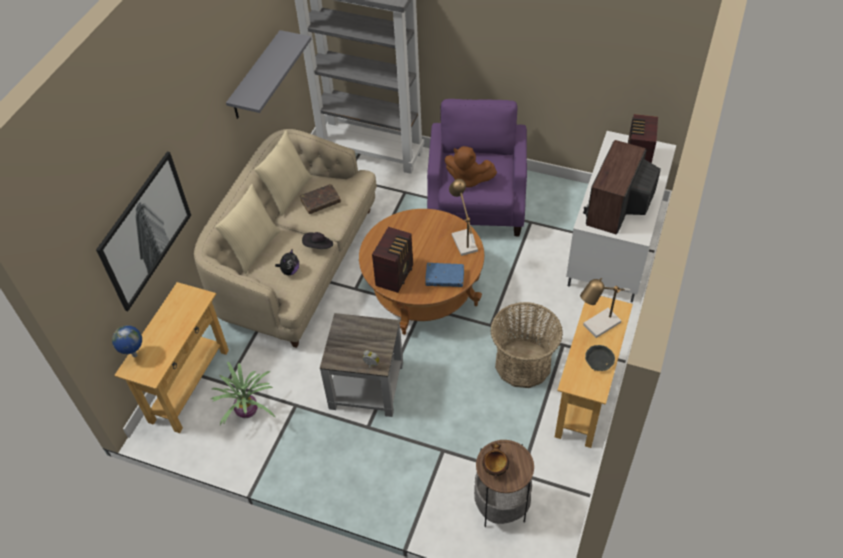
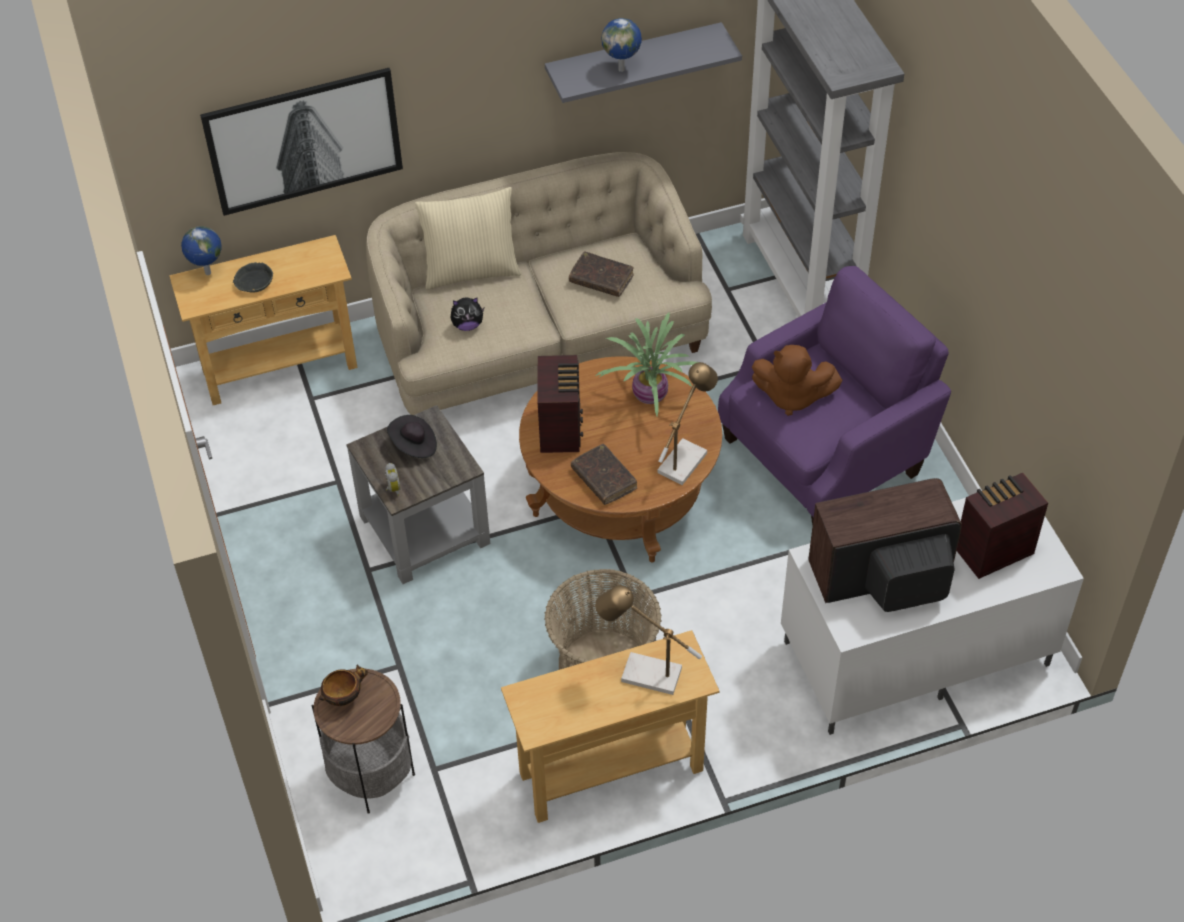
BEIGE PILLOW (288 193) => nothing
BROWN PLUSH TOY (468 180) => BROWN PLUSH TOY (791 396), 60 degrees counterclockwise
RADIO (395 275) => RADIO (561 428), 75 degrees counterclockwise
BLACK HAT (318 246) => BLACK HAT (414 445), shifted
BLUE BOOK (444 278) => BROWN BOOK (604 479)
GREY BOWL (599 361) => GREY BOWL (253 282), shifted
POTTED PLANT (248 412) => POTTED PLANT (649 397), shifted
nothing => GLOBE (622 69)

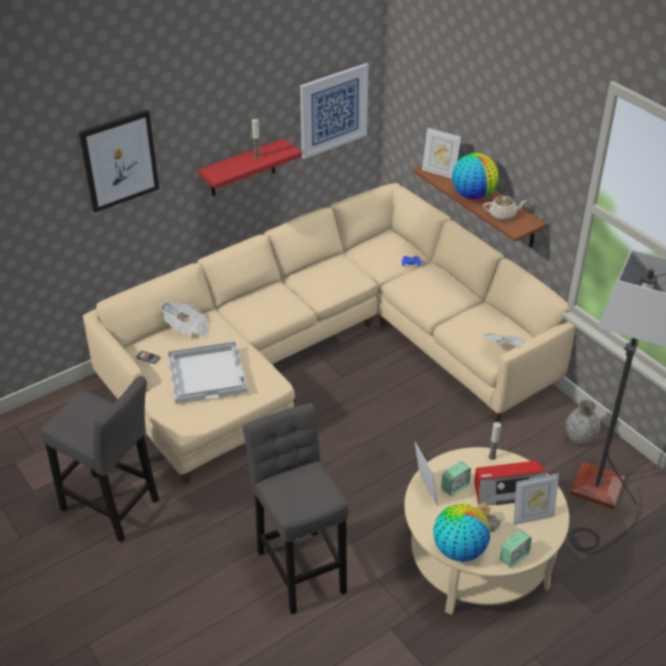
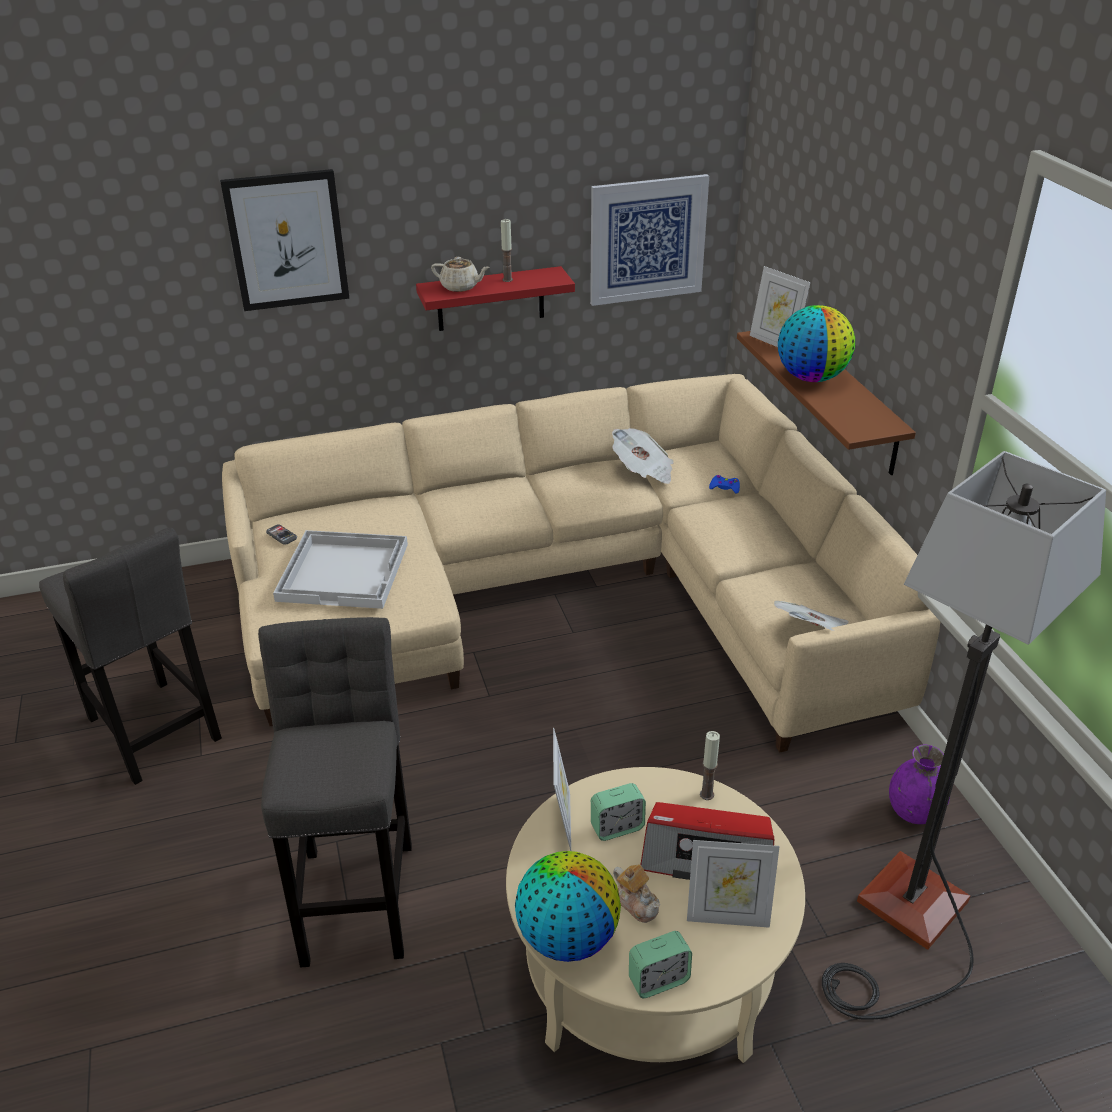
BEIGE TEAPOT (503 215) => BEIGE TEAPOT (460 287), shifted
NEWSPAPER (187 328) => NEWSPAPER (643 471), shifted
GREY VASE (580 438) => PURPLE VASE (914 812)

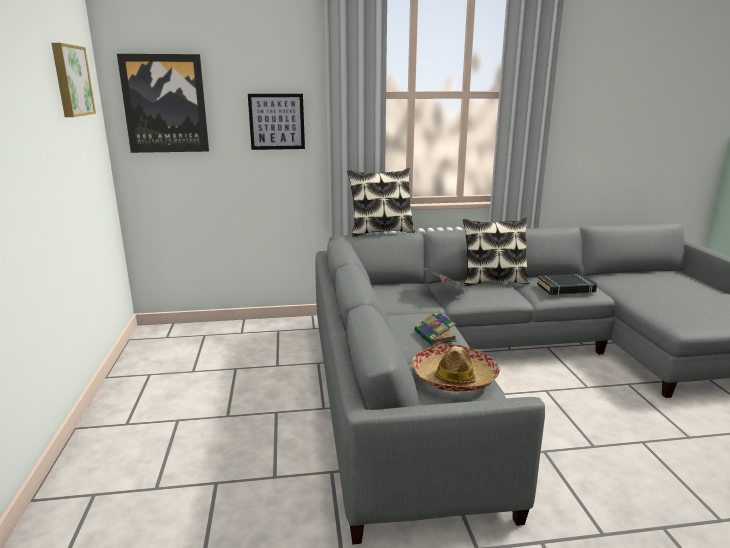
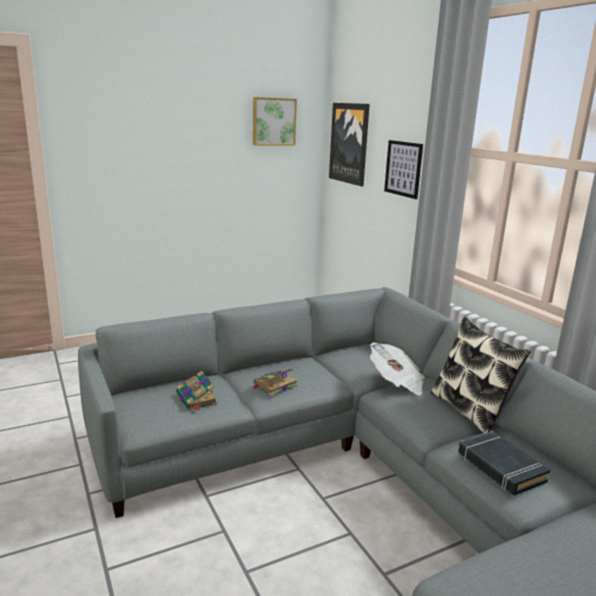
PILLOW (381 231) => nothing
HAT (454 377) => BOOK (197 399)

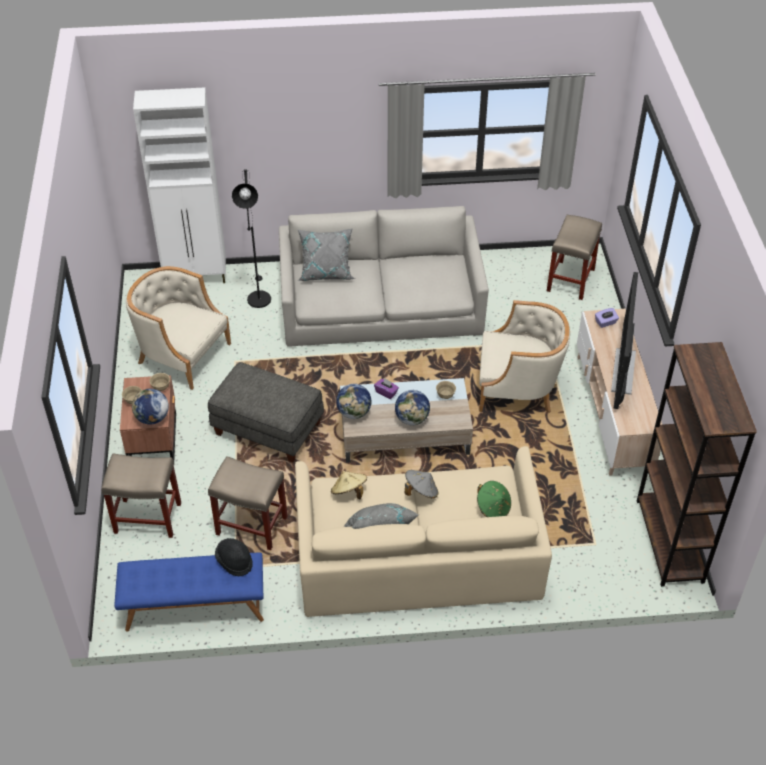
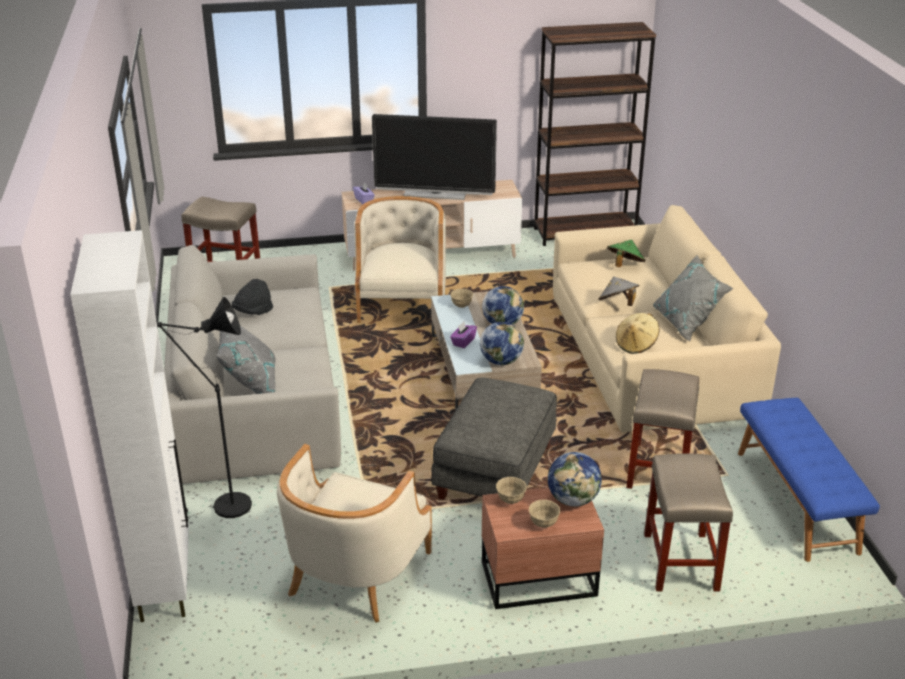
BLACK HAT (235 561) => BLACK HAT (253 312), shifted

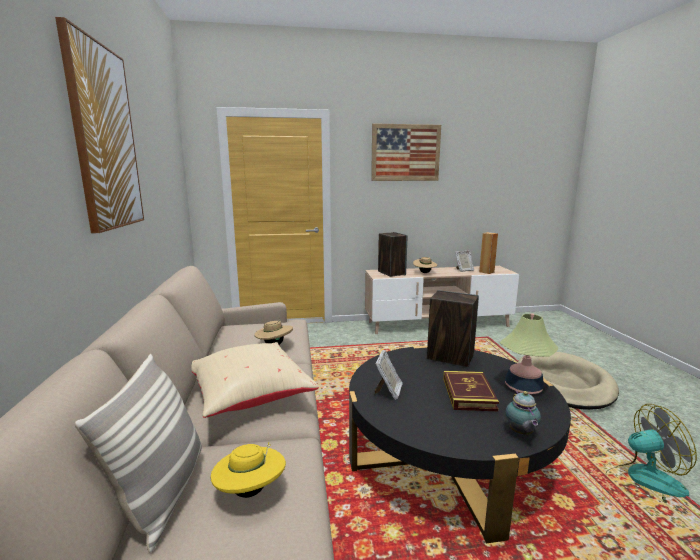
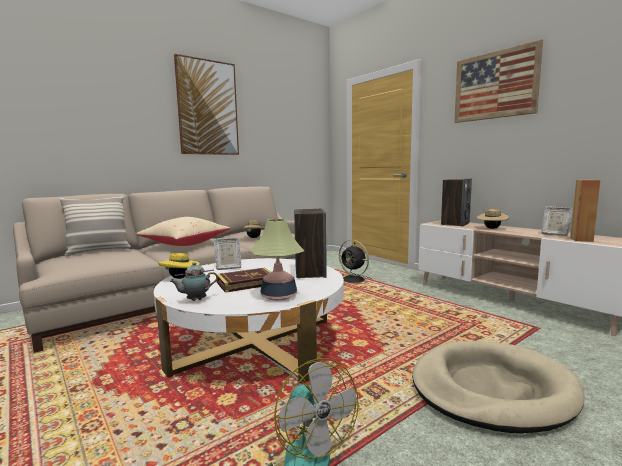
BLACK COFFEE TABLE (448 456) => WHITE COFFEE TABLE (255 344)
YELLOW HAT (250 491) => YELLOW HAT (180 278), shifted
nothing => BLACK FAN (354 280)

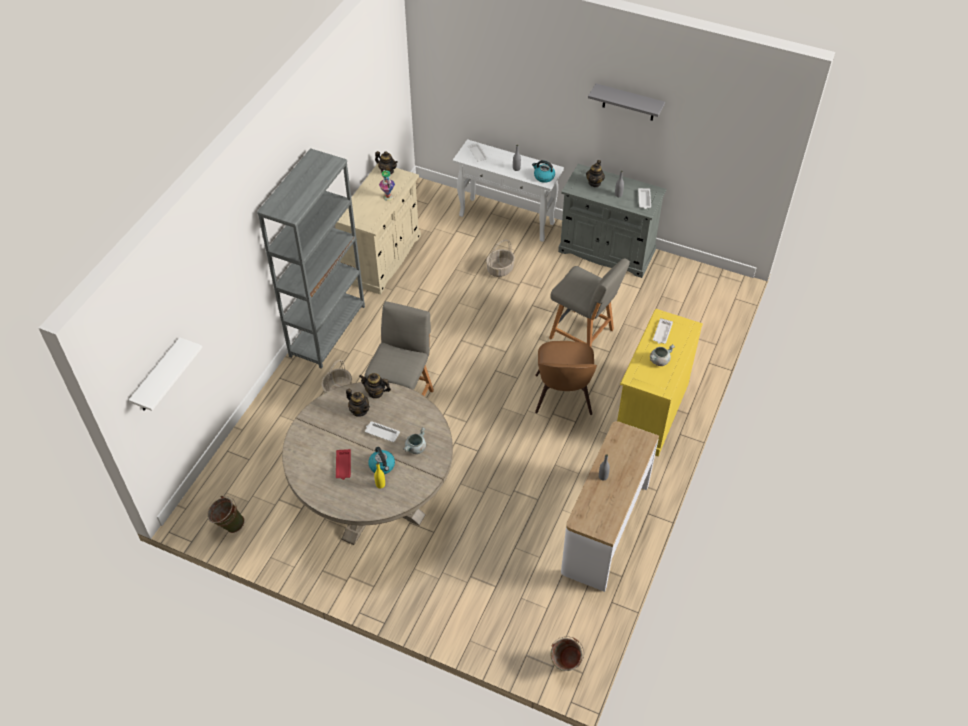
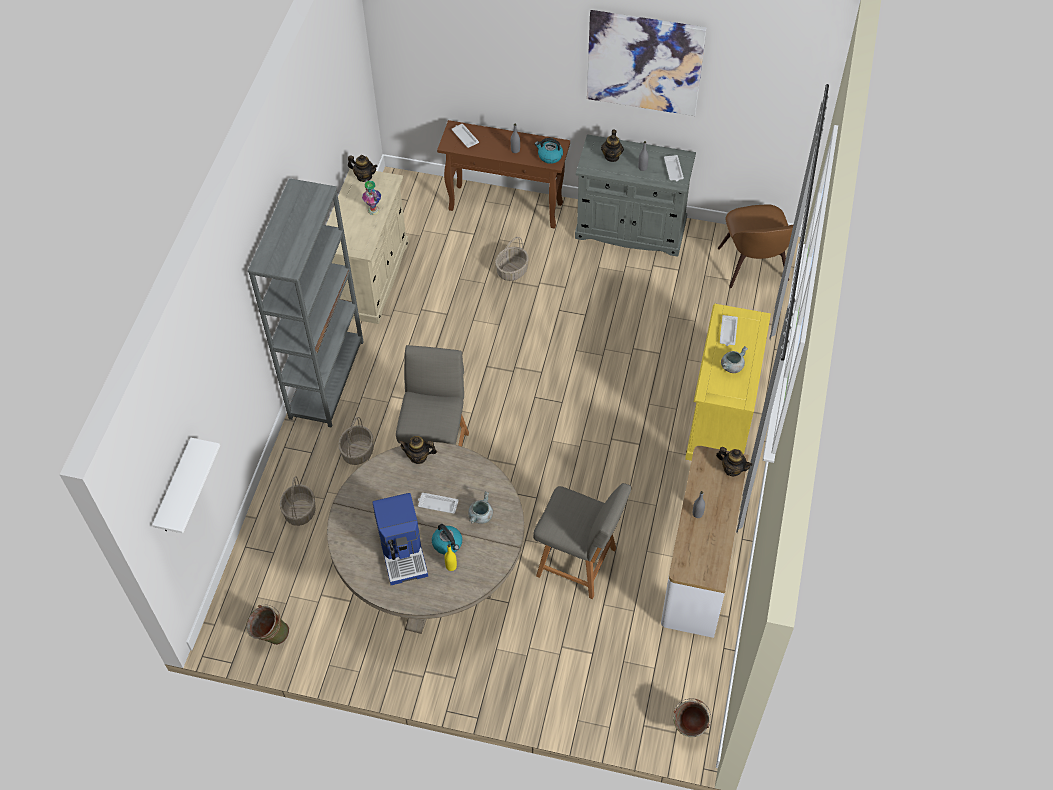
GREY SHELF (628 103) => PICTURE (644 62)
WHITE CONSOLE TABLE (507 220) => BROWN CONSOLE TABLE (506 206)
GREY CHAIR (583 335) => GREY CHAIR (579 563), shifted
BROWN CHAIR (563 397) => BROWN CHAIR (753 266), shifted
TEAPOT (359 410) => TEAPOT (732 469), shifted
RED TRAY (343 466) => COFFEE MACHINE (403 551)
nothing => BASKET (299 511)

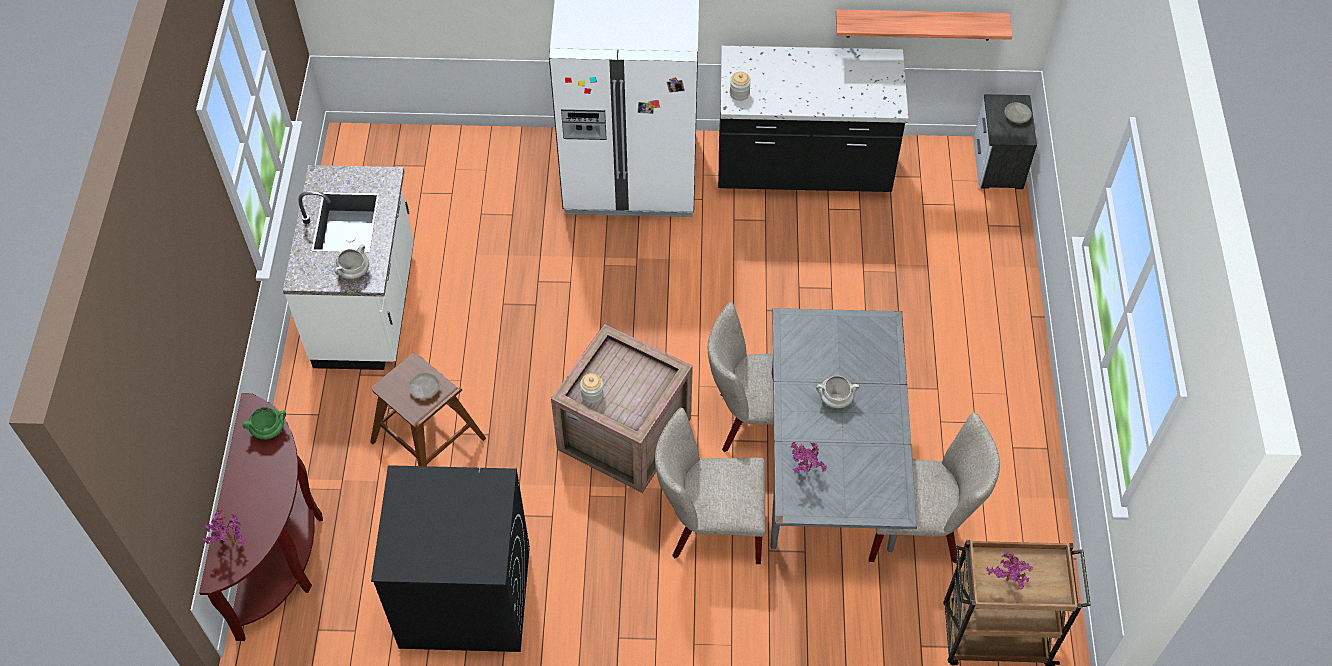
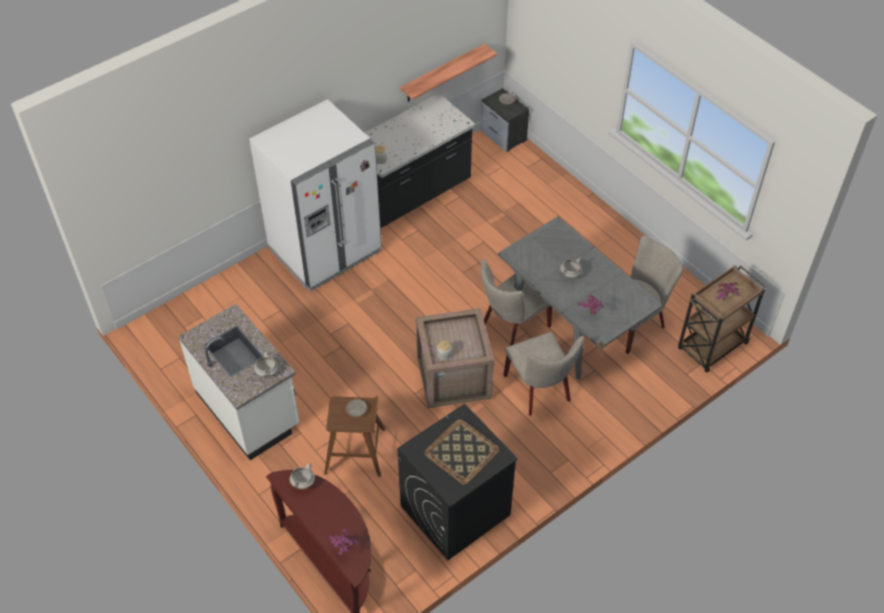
GREEN COOKING POT (269 429) => WHITE COOKING POT (303 482)
BEIGE CHAIR (709 526) => BEIGE CHAIR (540 390), 75 degrees counterclockwise
nothing => TRAY (462 452)

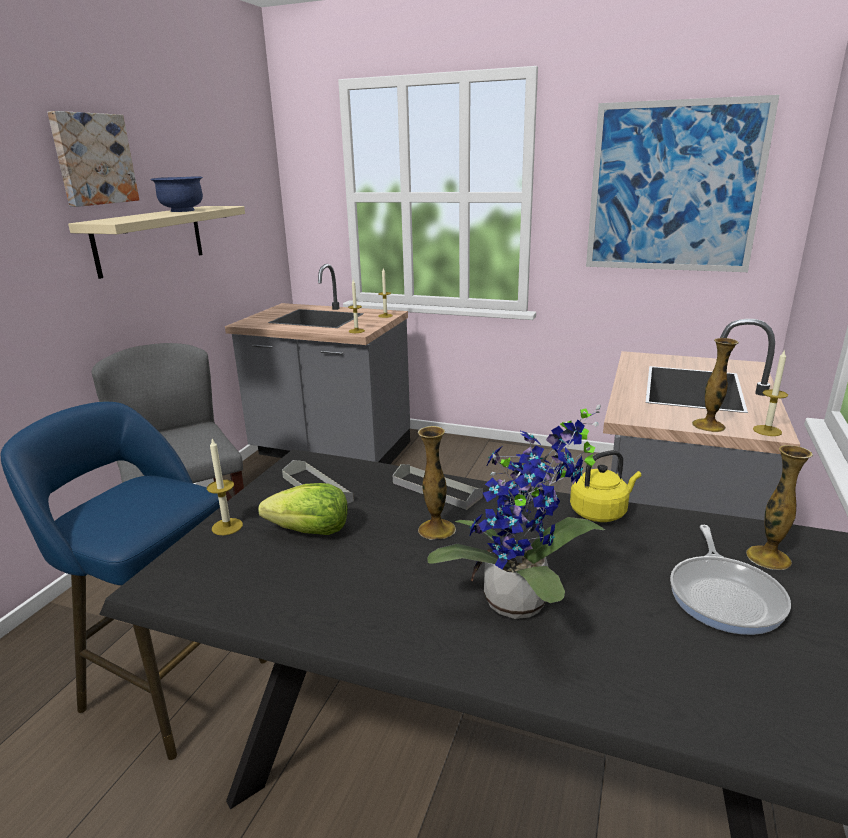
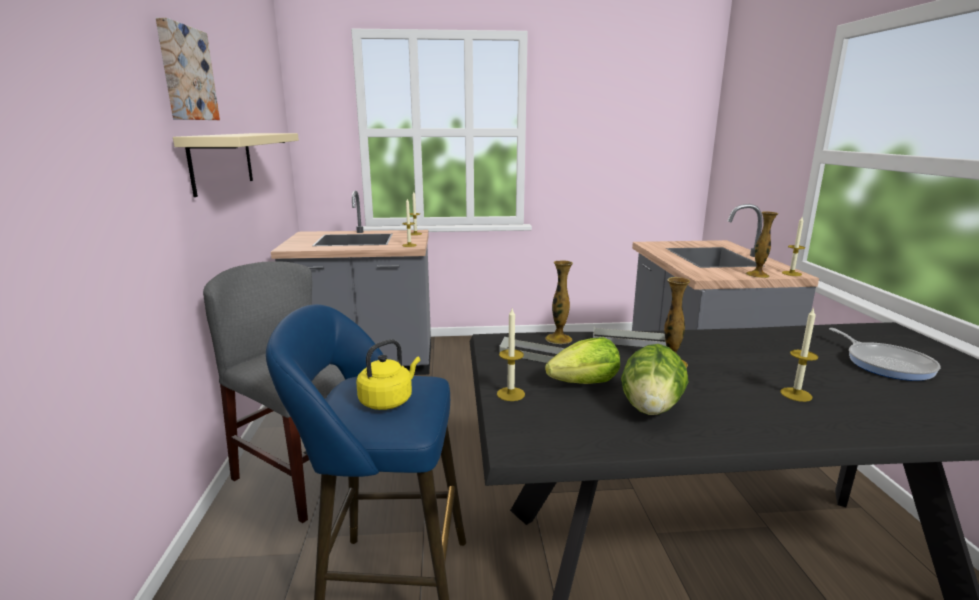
PICTURE (673 188) => nothing
BLUE BOWL (182 211) => nothing
POTTED PLANT (521 606) => CANDLE (796 394)
VASE (768 558) => VASE (558 339), shifted
YELLOW KETTLE (601 512) => YELLOW KETTLE (388 400), shifted
nothing => LETTUCE (651 408)

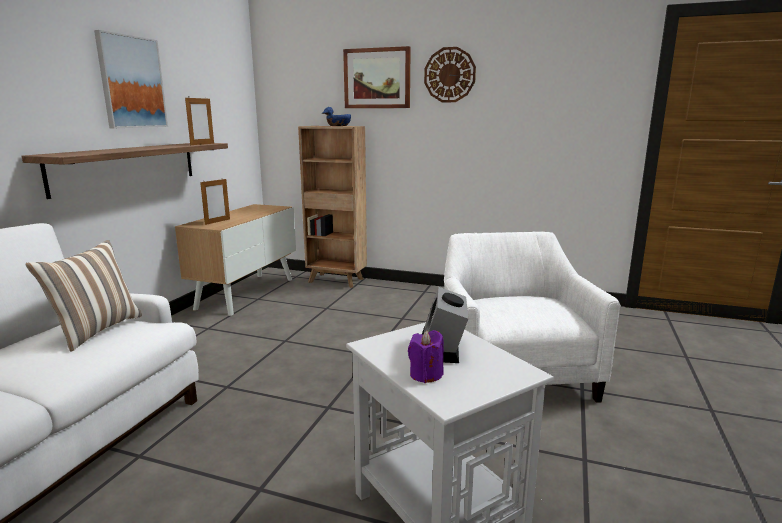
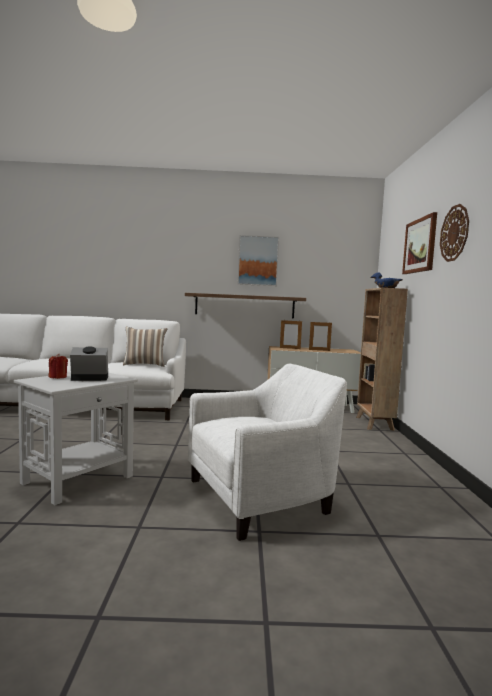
PICTURE FRAME (202 144) => PICTURE FRAME (319 350), shifted
PURPLE CANDLE (426 375) => RED CANDLE (58 377)

